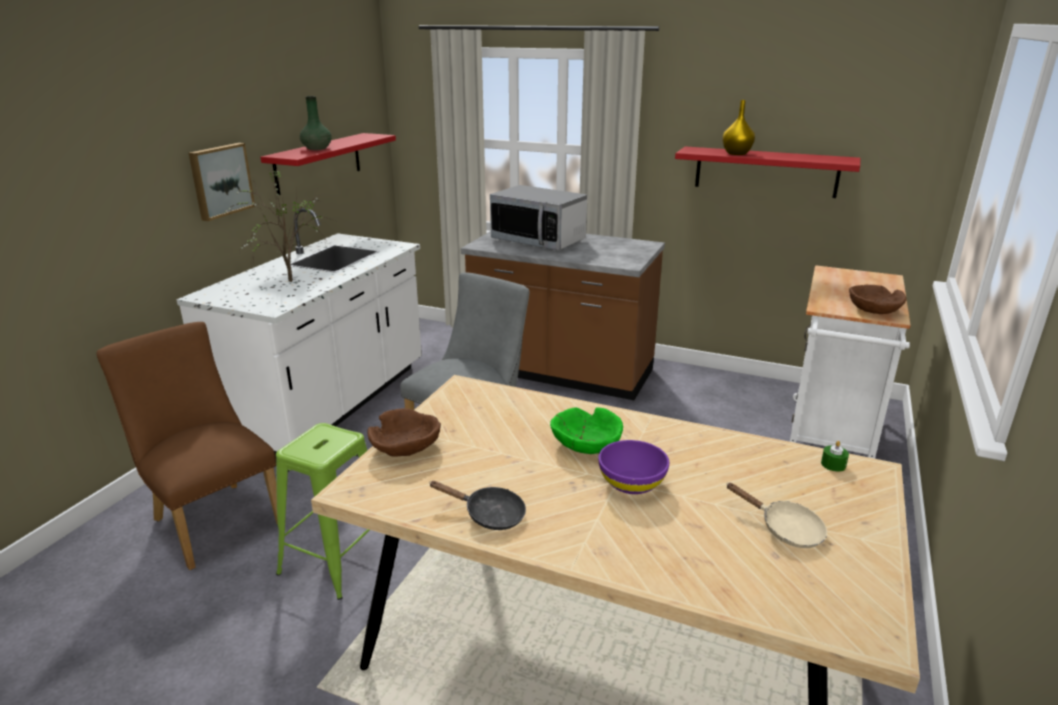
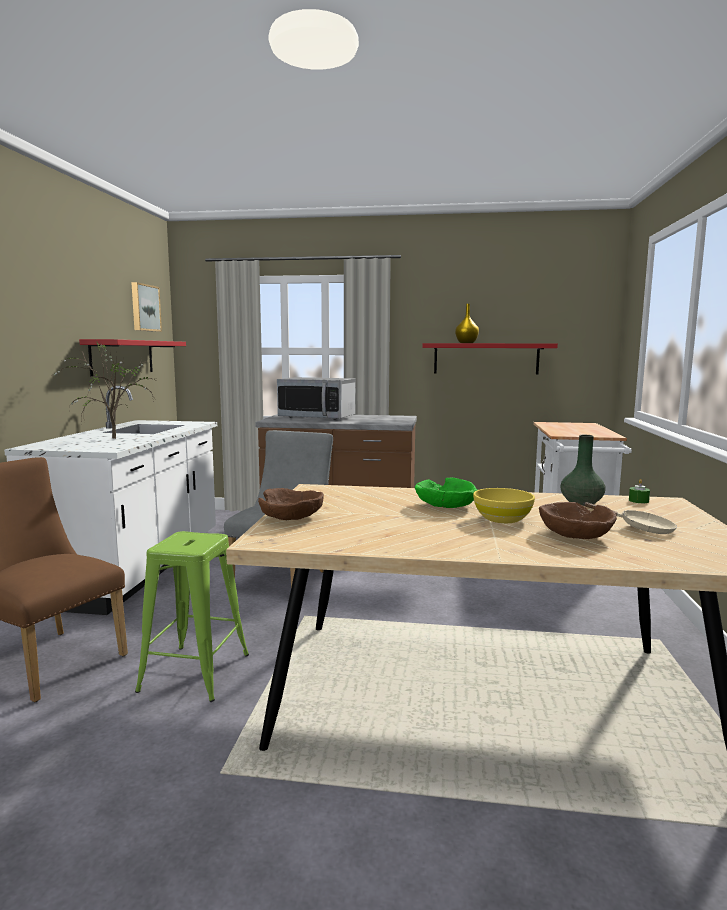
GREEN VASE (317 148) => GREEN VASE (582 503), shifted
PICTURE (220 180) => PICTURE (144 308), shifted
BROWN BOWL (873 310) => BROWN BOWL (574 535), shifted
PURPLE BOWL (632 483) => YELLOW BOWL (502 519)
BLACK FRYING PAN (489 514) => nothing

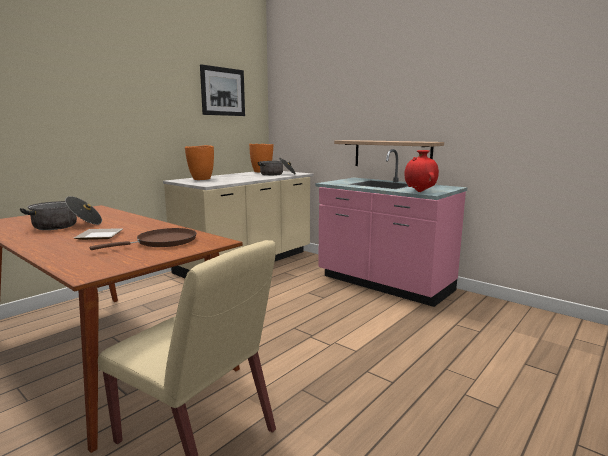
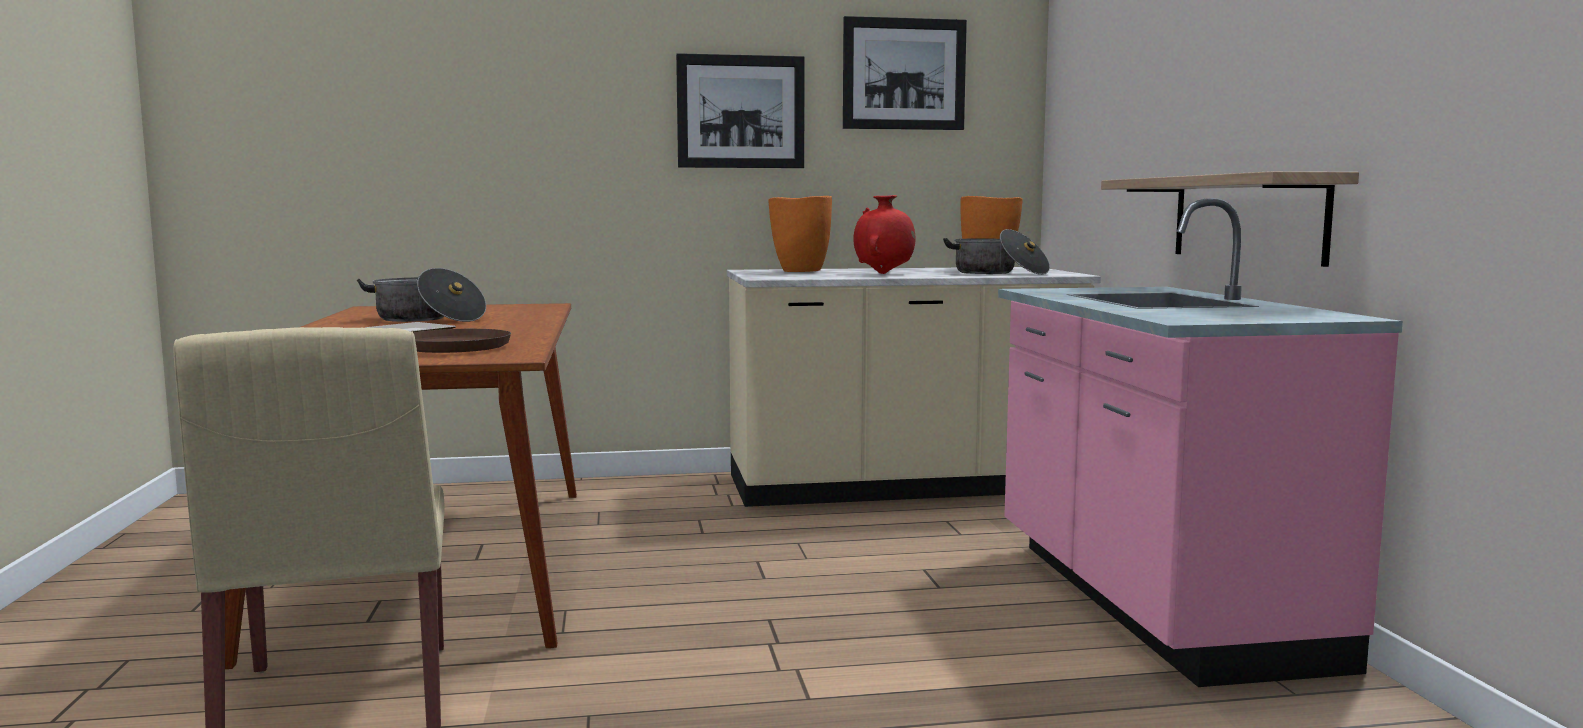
RED VASE (420 192) => RED VASE (884 273), shifted
nothing => PICTURE (741 112)

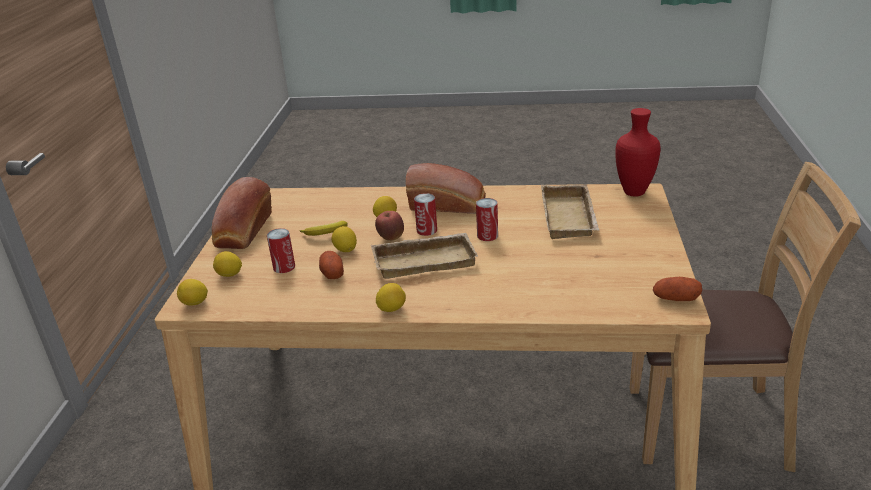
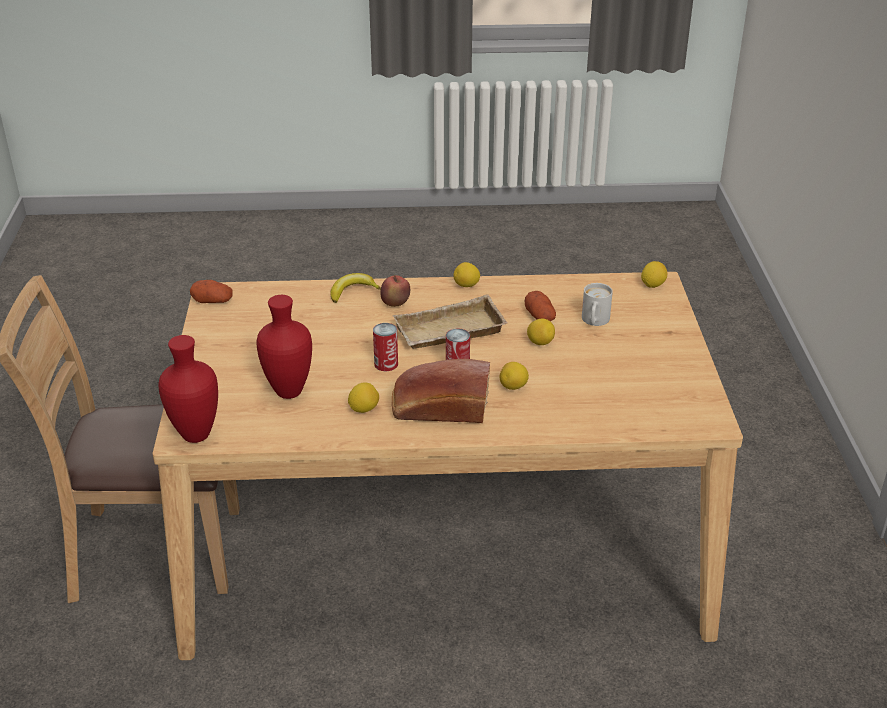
BREAD (243 231) => nothing
BEIGE TRAY (571 218) => RED VASE (287 391)
APPLE (391 238) => APPLE (395 304), shifted
BANANA (325 234) => BANANA (352 292), shifted
CAN (284 267) => WHITE MUG (594 322)
LEMON (229 275) => LEMON (364 409), shifted

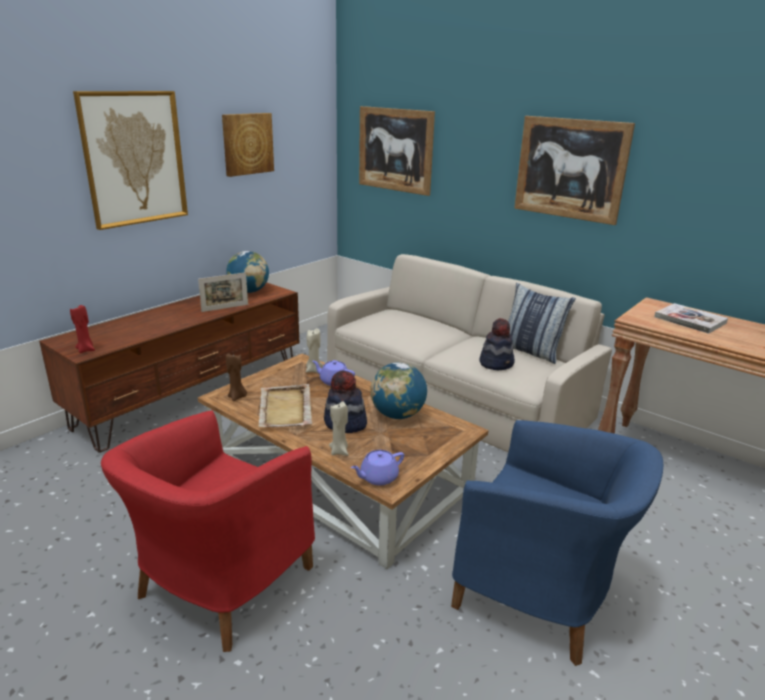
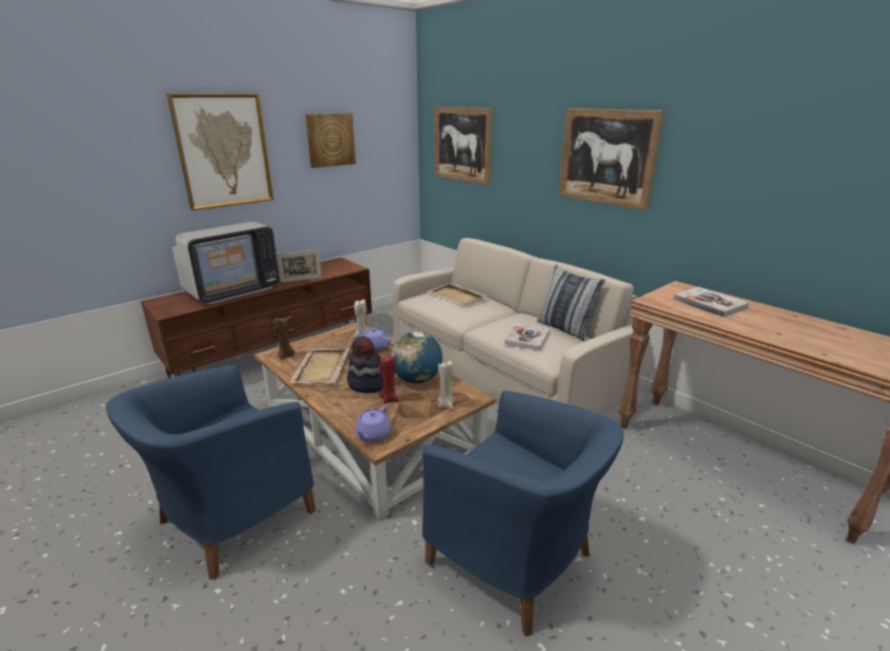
GLOBE (249 291) => nothing
RED CANDLE (86 350) => RED CANDLE (389 399), shifted
HAT (496 363) => BOOK (527 338)
BEIGE CANDLE (339 451) => BEIGE CANDLE (446 405), shifted
RED ARMCHAIR (221 585) => BLUE ARMCHAIR (231 519)
PURPLE TEAPOT (378 477) => PURPLE TEAPOT (373 435), 45 degrees counterclockwise
nothing => TELEVISION (232 290)
nothing => BEIGE TRAY (457 296)

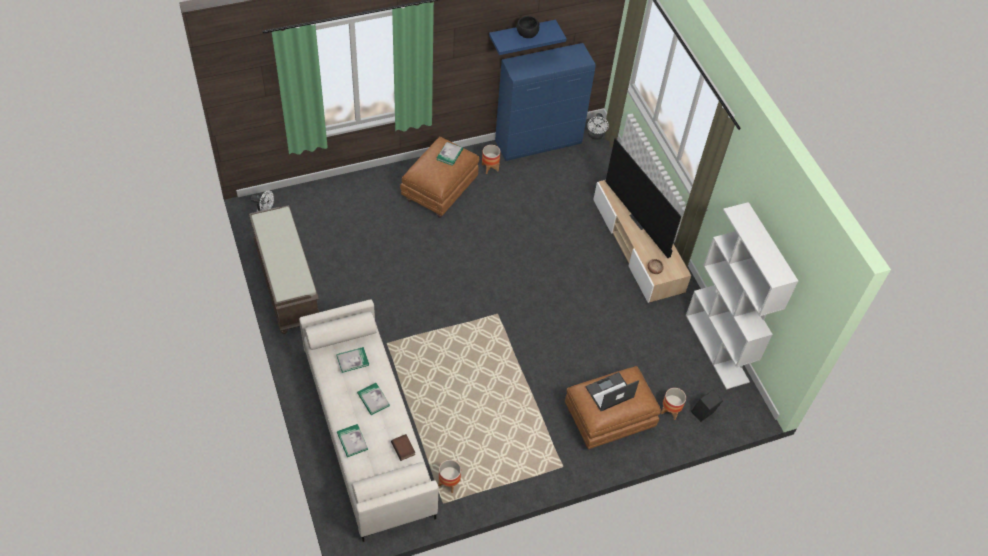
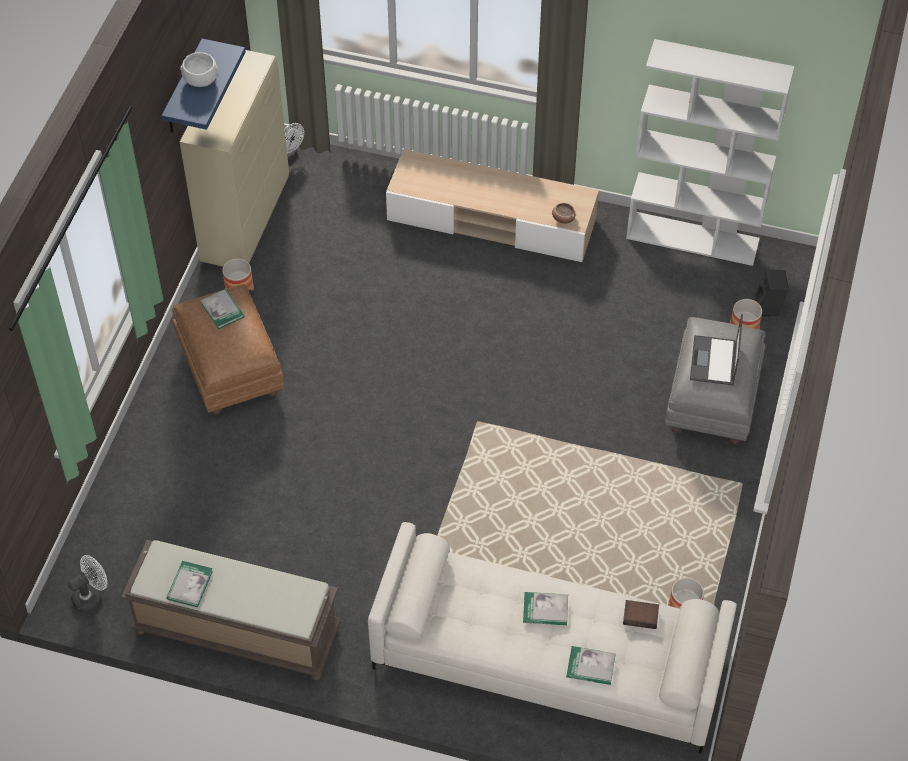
BLACK BOWL (526 34) => WHITE BOWL (200 80)
BLUE CABINET (539 143) => BEIGE CABINET (246 219)
TELEVISION (641 220) => nothing
BOOK (352 360) => BOOK (189 585), shifted
BROWN OTTOMAN (607 420) => GREY OTTOMAN (712 402)

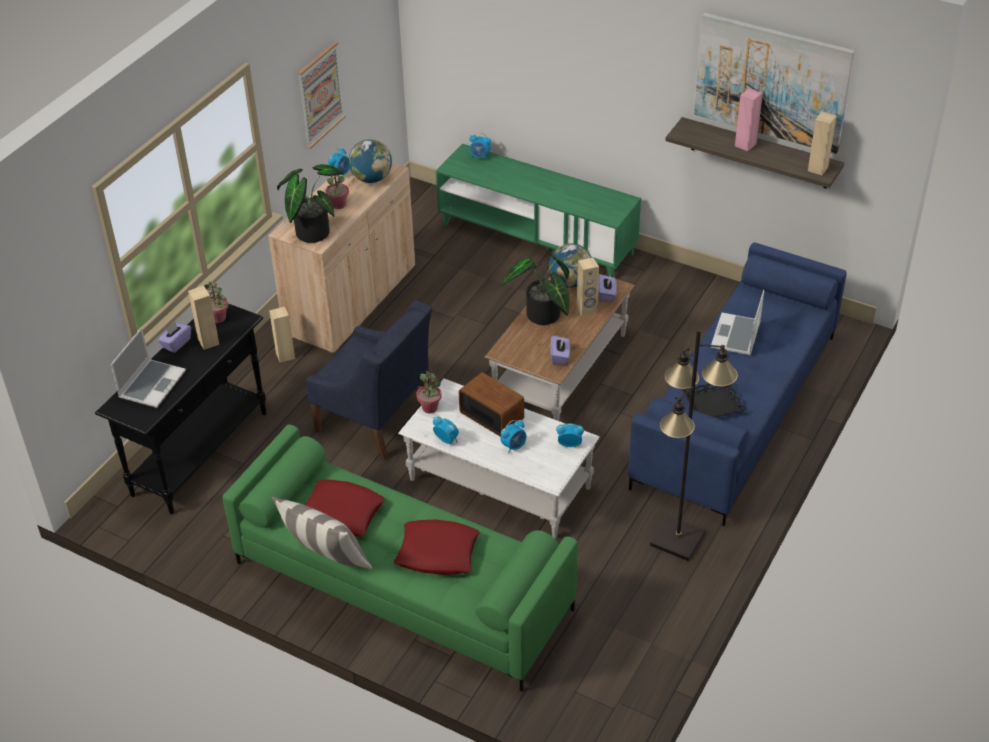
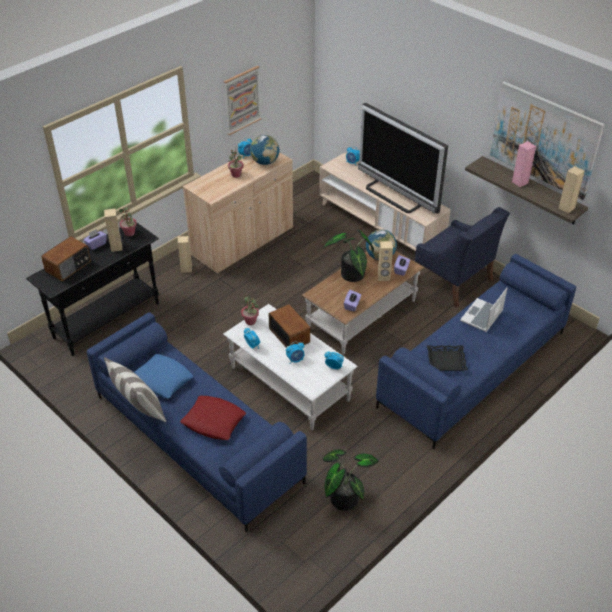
GREEN TV STAND (536 238) => BEIGE TV STAND (380 225)
POTTED PLANT (312 230) => POTTED PLANT (344 496), shifted
BLUE ARMCHAIR (376 418) => BLUE ARMCHAIR (454 281), shifted
LAPTOP (152 384) => RADIO (69 267)
BLACK FLOOR LAMP (678 540) => nothing
GREEN SOFA (401 586) => BLUE SOFA (196 438)
RED PILLOW (341 513) => BLUE PILLOW (162 379)
nothing => TELEVISION (395 195)

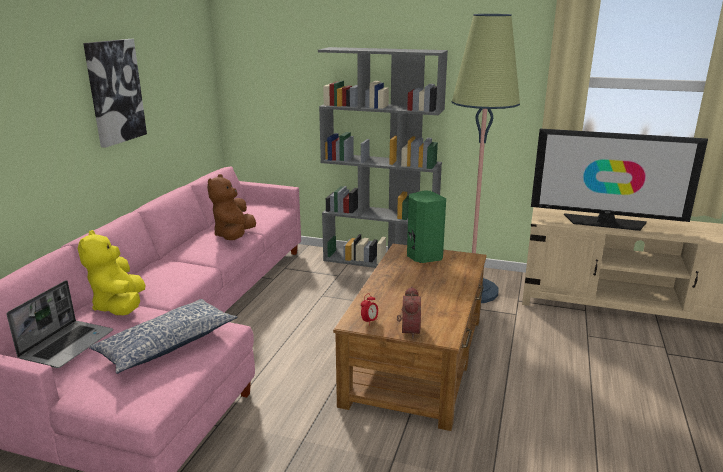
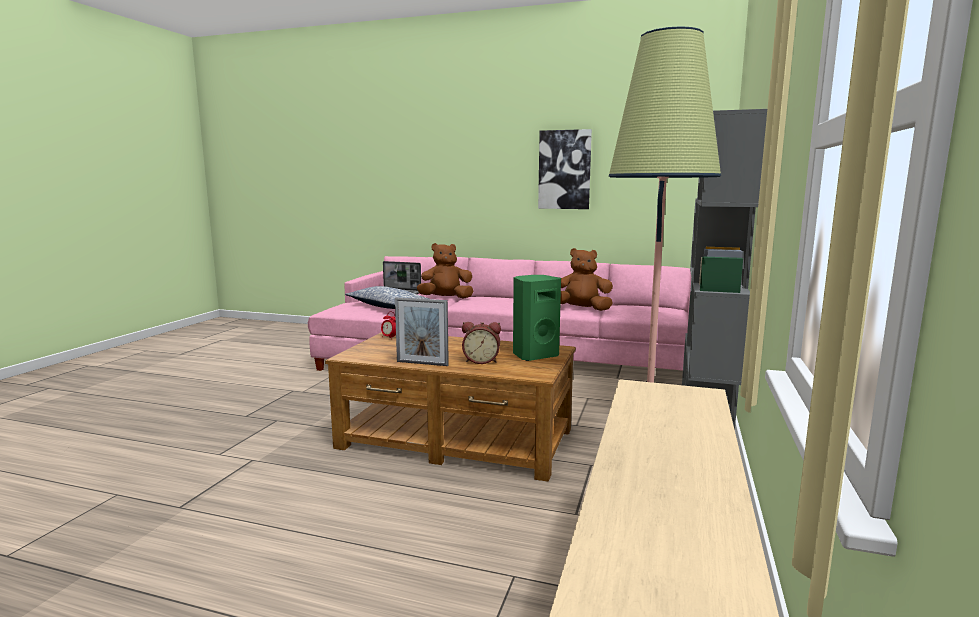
TELEVISION (605 222) => nothing
YELLOW PLUSH TOY (120 307) => BROWN PLUSH TOY (445 298)
ALARM CLOCK (408 330) => ALARM CLOCK (481 361), shifted
nothing => PICTURE FRAME (422 363)

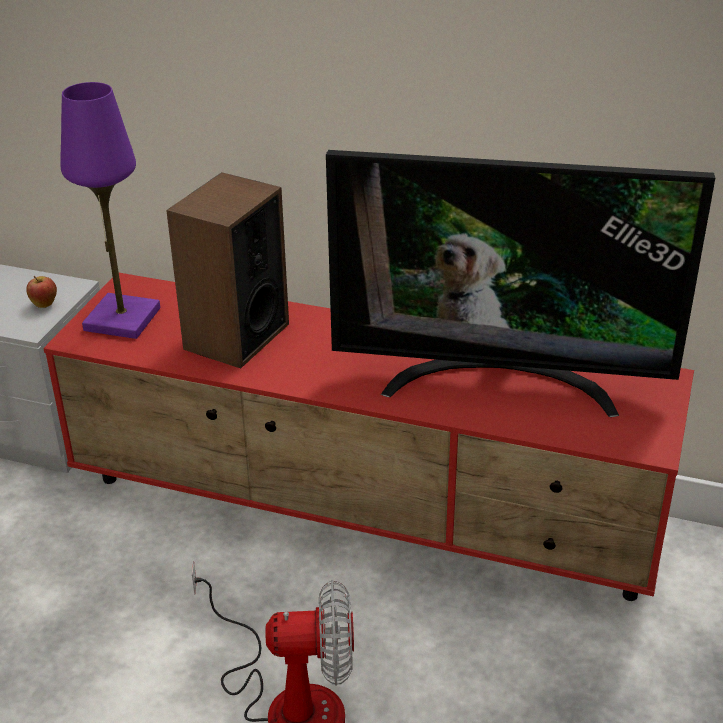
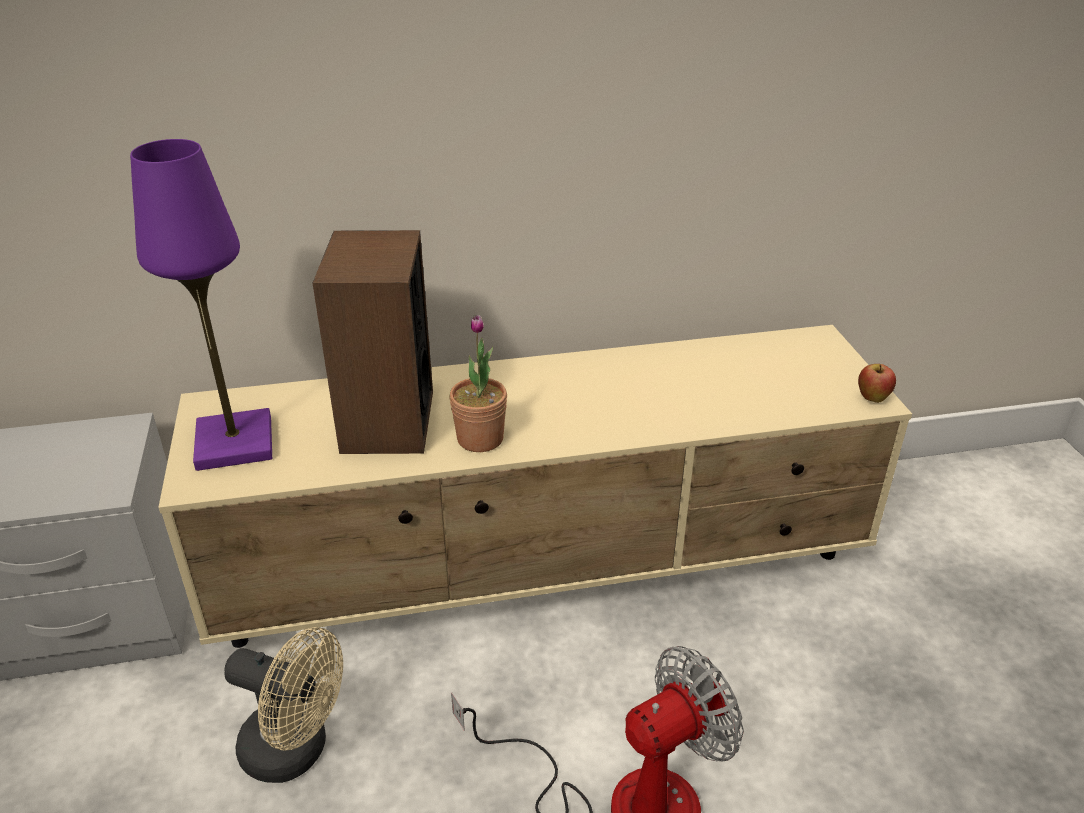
TELEVISION (501 381) => nothing
RED TV STAND (366 514) => BEIGE TV STAND (545 570)
APPLE (44 305) => APPLE (872 399), shifted
nothing => POTTED PLANT (480 439)
nothing => BEIGE FAN (296 750)

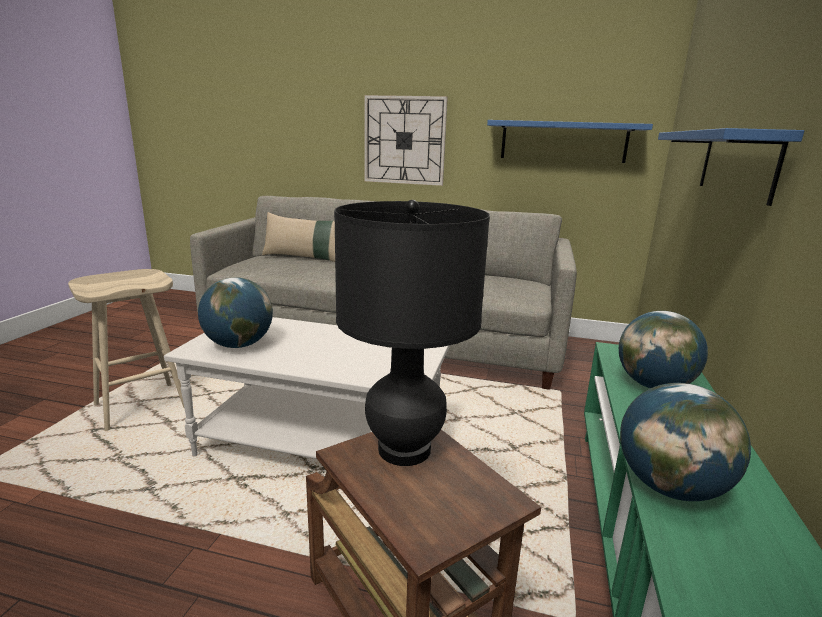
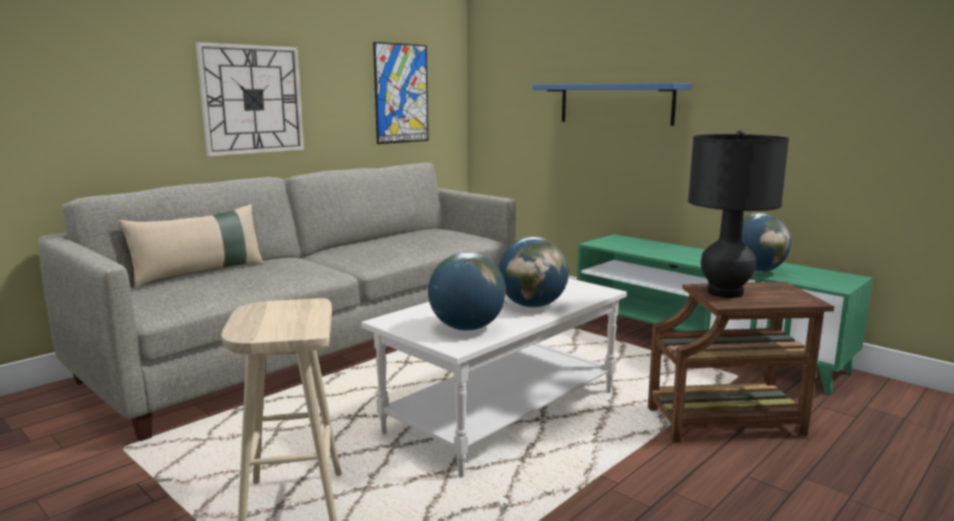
BLUE SHELF (563 141) => PICTURE (401 93)
GLOBE (653 385) => GLOBE (532 305), shifted

